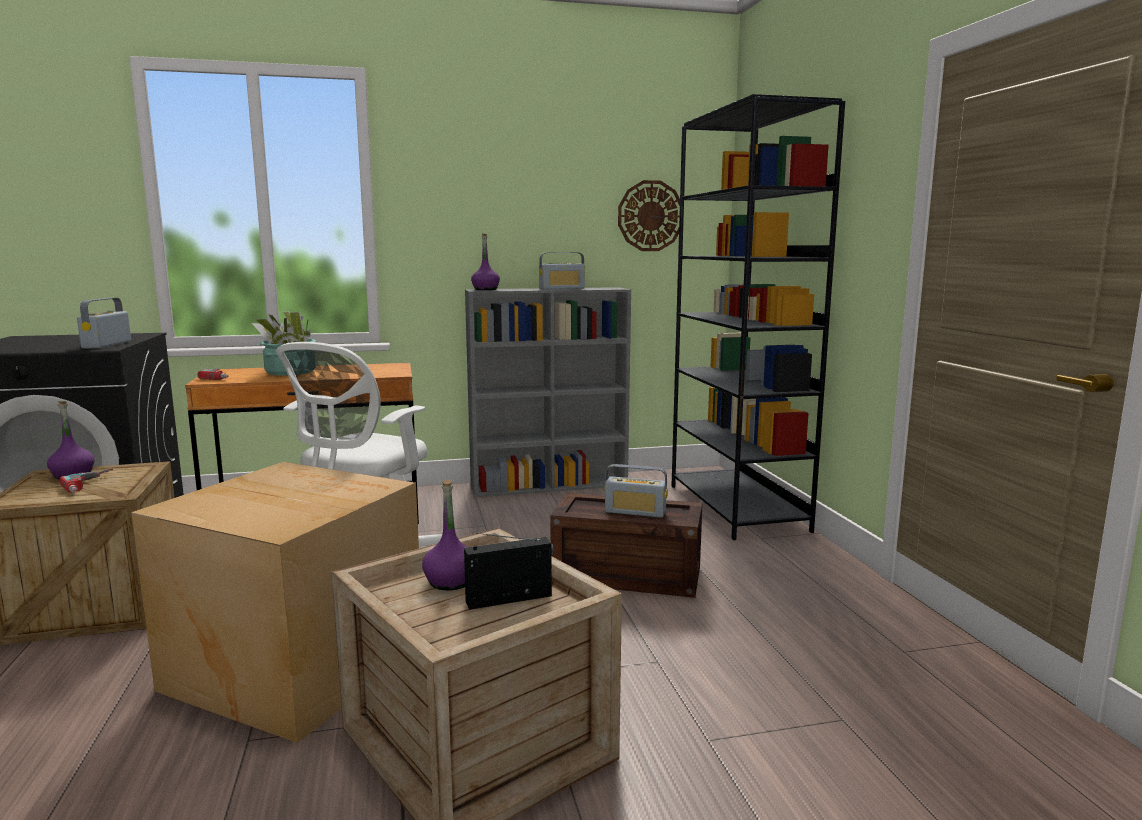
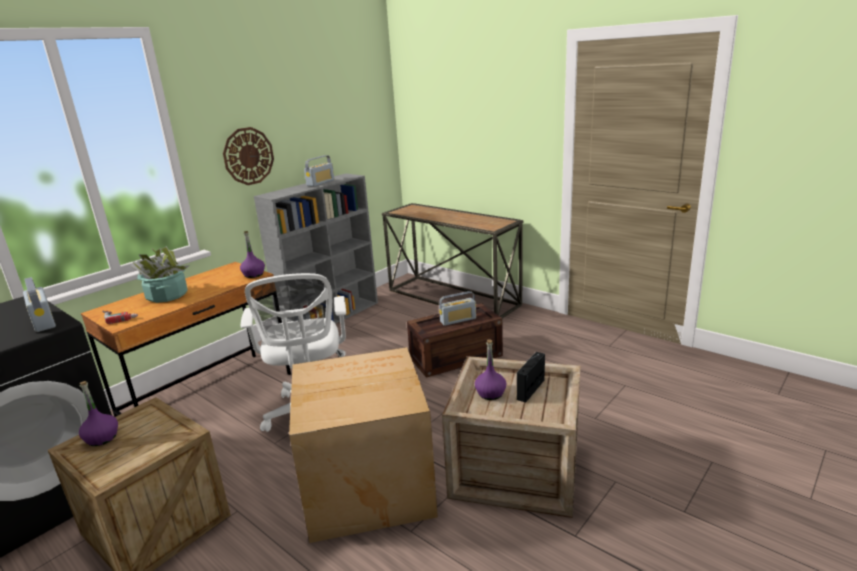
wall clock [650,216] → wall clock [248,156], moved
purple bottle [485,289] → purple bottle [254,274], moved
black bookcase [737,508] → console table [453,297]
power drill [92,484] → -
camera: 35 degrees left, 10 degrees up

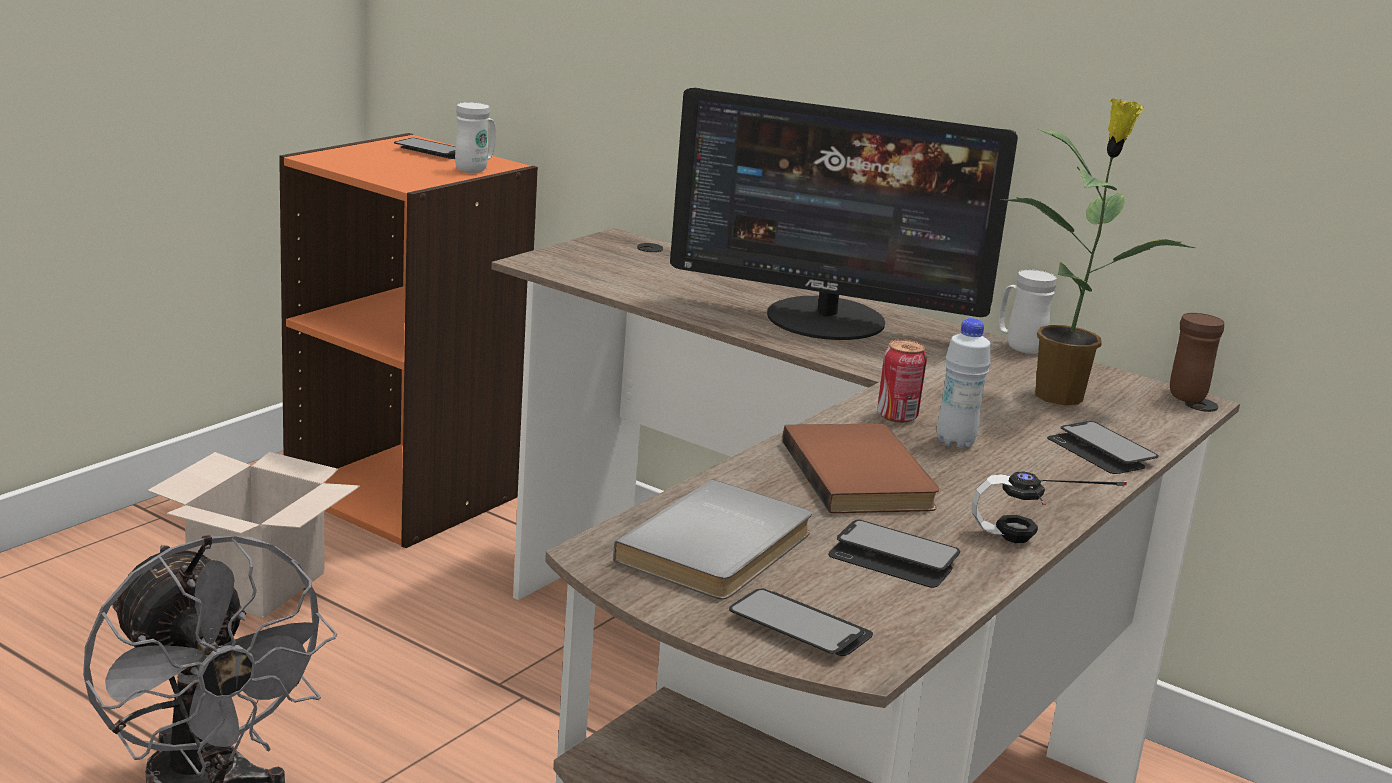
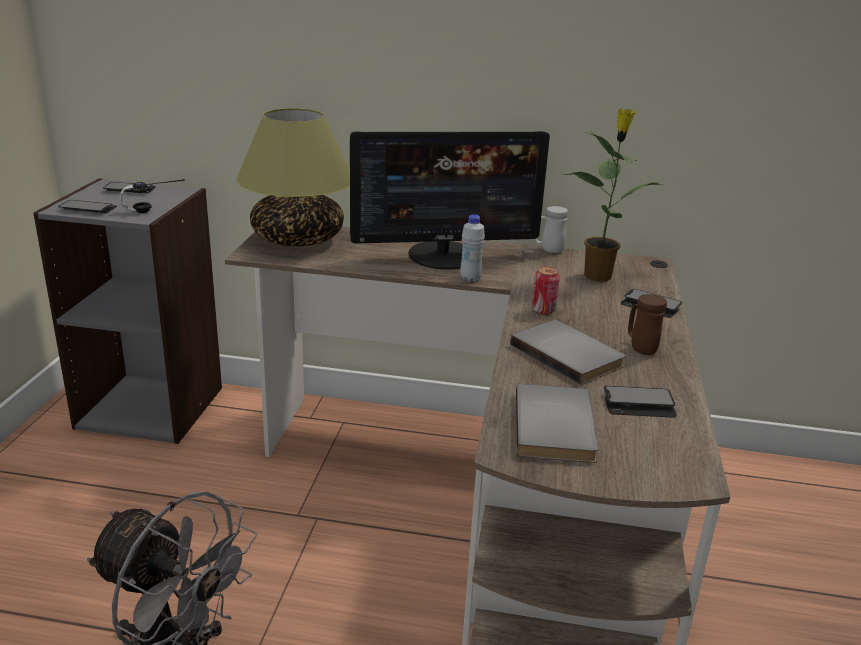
orange bookcase [407,493] → grey bookcase [151,406]
phone [800,627] → phone [88,208], moved
headphones [1042,547] → headphones [154,212], moved
- → table lamp [297,238]
white bottle [955,442] → white bottle [470,279], moved
brown book [863,475] → grey book [569,354]
brown mug [1184,394] → brown mug [640,347], moved
cardboard box [257,583] → -
white mug [475,169] → -
camera: 25 degrees left, 5 degrees up

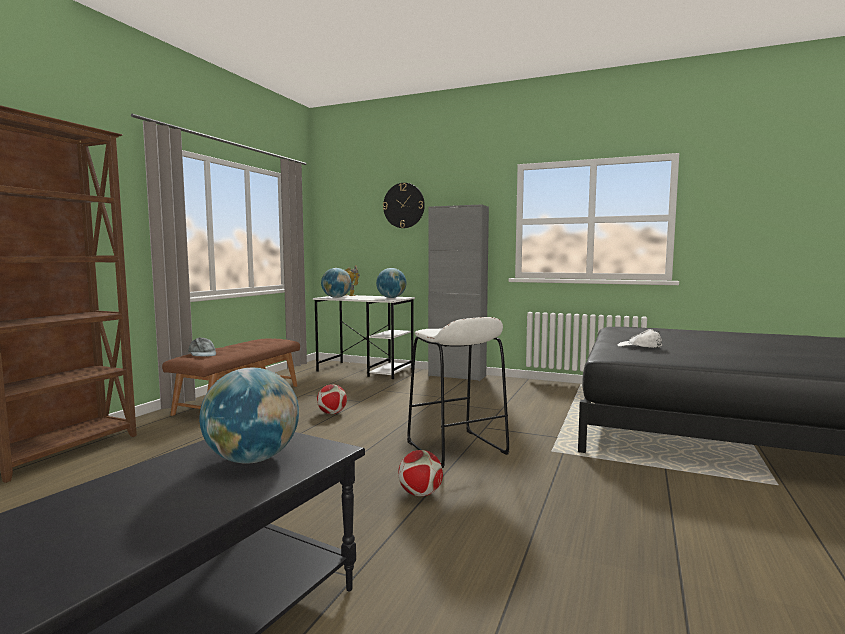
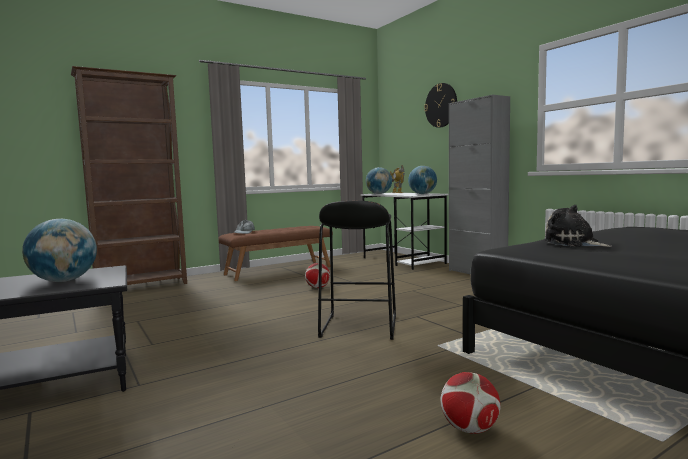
white stool [456,448] → black stool [359,327]
football [420,494] → football [470,429], moved
white cap [639,346] → plush toy [573,243]
camera: 35 degrees right, 0 degrees up

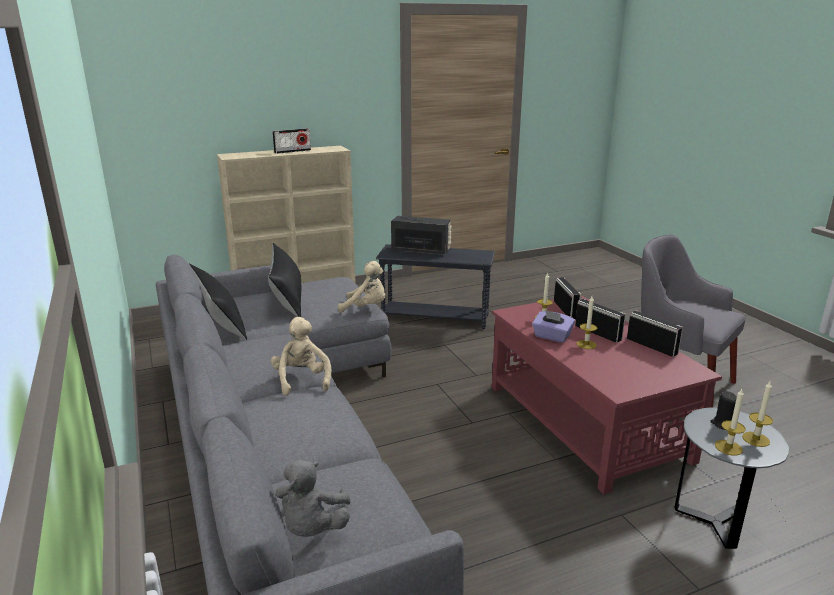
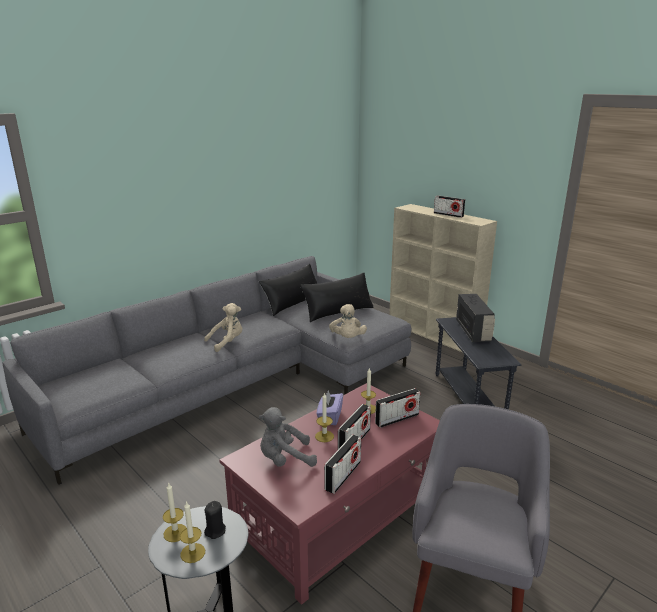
grey plush toy [313,528] → grey plush toy [285,459], moved
camera: 70 degrees right, 0 degrees up

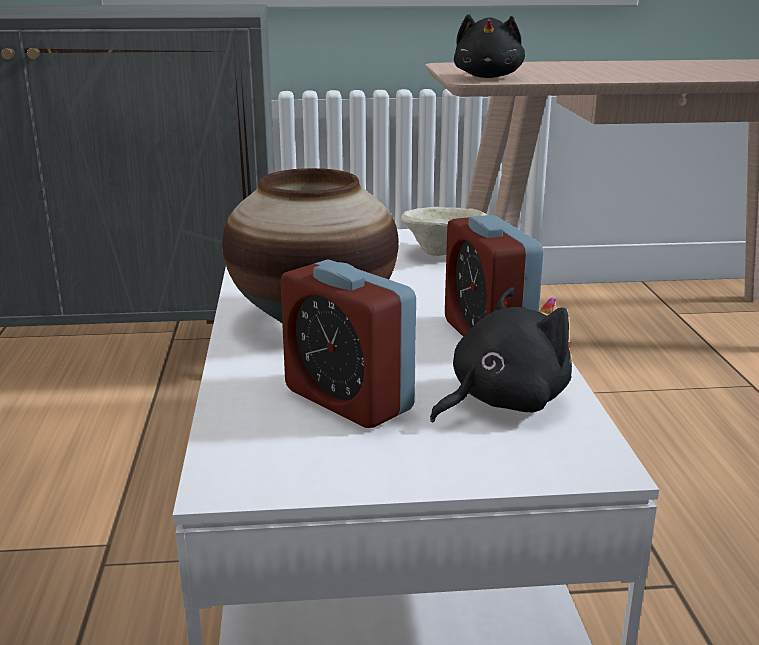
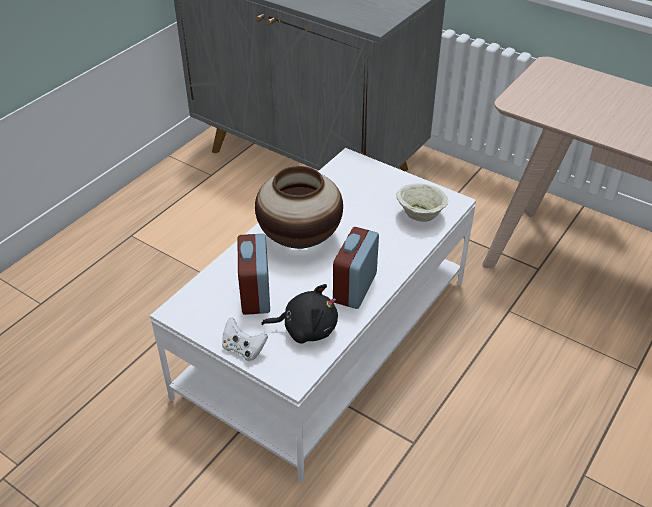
- → white game controller [243,349]
black plush toy [488,77] → -
camera: 40 degrees right, 20 degrees up

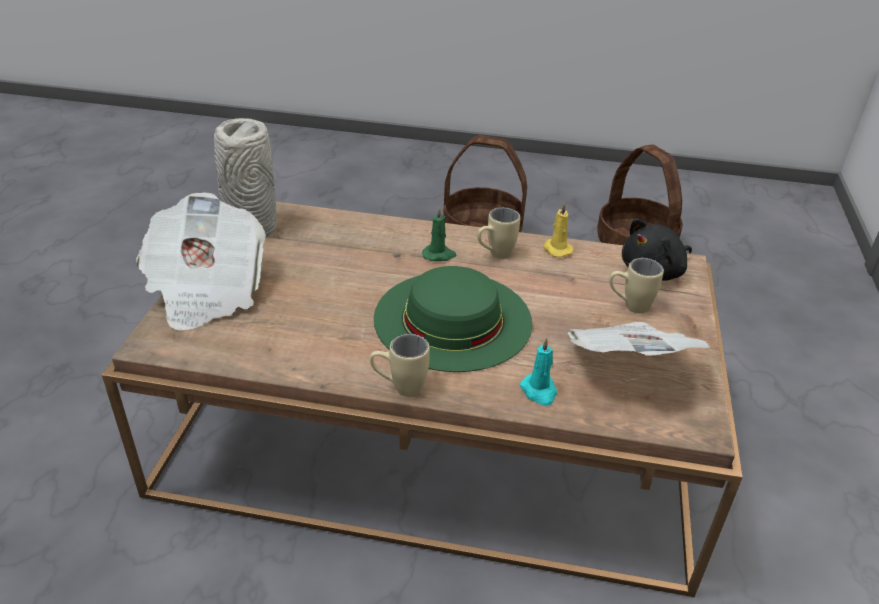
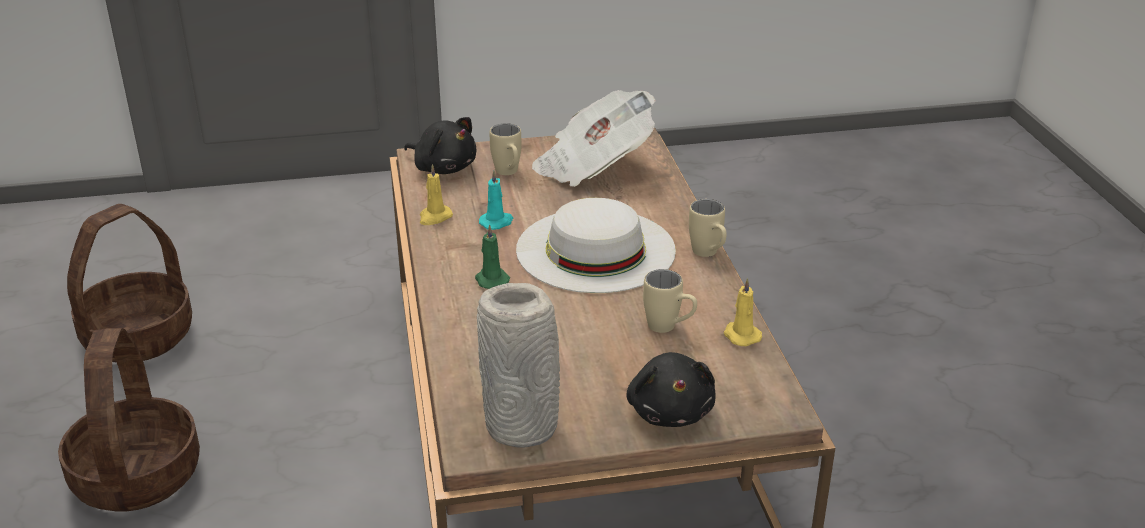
turquoise candle [539,391] → turquoise candle [497,222], moved
green hat [452,319] → white hat [595,249]
newspaper [206,290] → black plush toy [670,411]
beige mug [494,255] → beige mug [669,328], moved
- → yellow candle [740,335]
camera: 110 degrees left, 5 degrees down

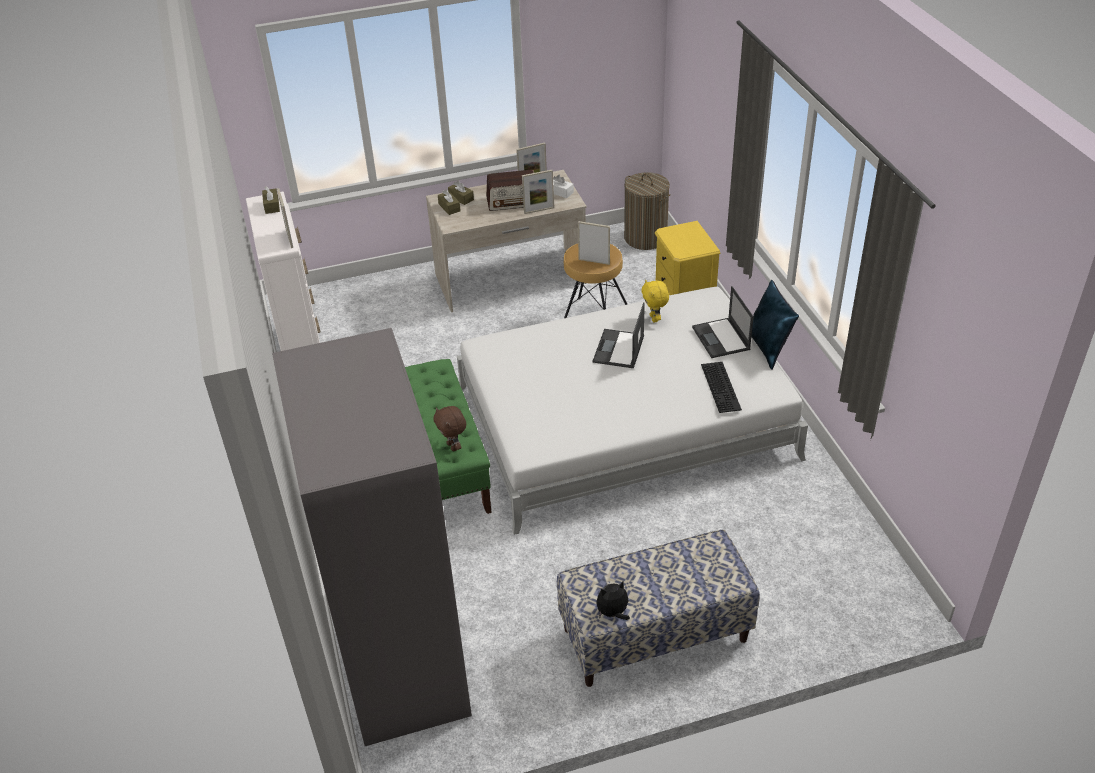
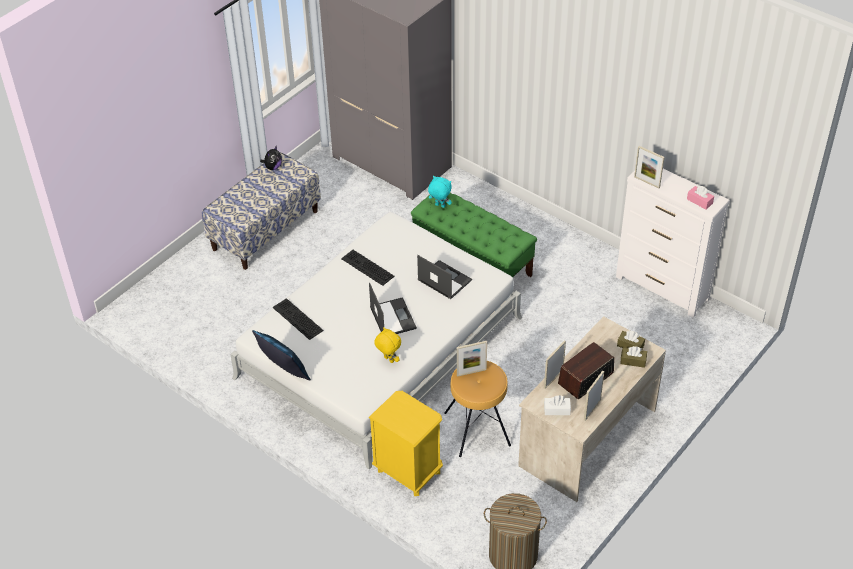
- → keyboard [366,268]
laptop [721,339] → laptop [444,280], moved
brown plush toy [453,446] → turquoise plush toy [439,206]
brown tissue box [272,206] → pink tissue box [699,201]
camera: 145 degrees right, 5 degrees up

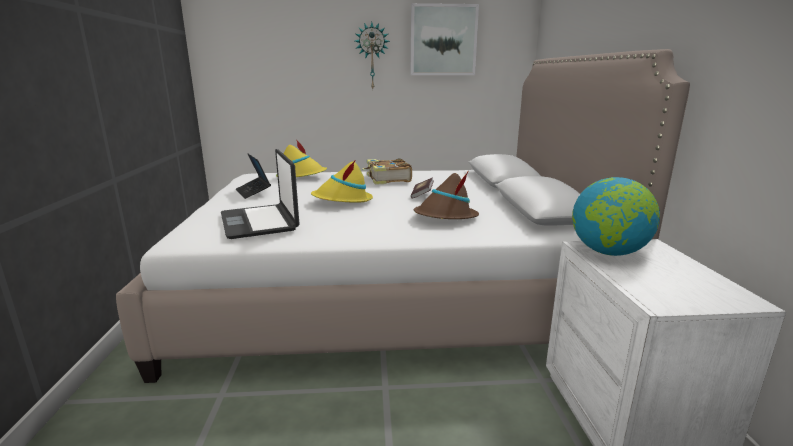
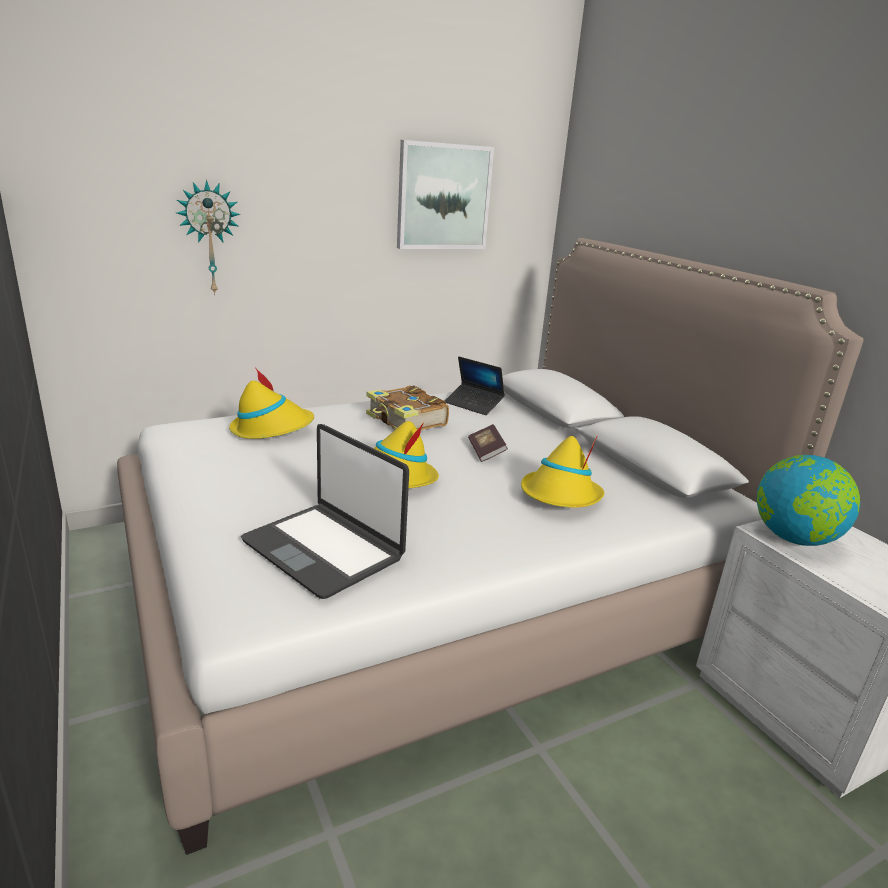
wall clock [372,56] → wall clock [209,238], moved
laptop [253,192] → laptop [473,404], moved
brown hat [445,217] → yellow hat [560,496]
camera: 25 degrees left, 5 degrees up

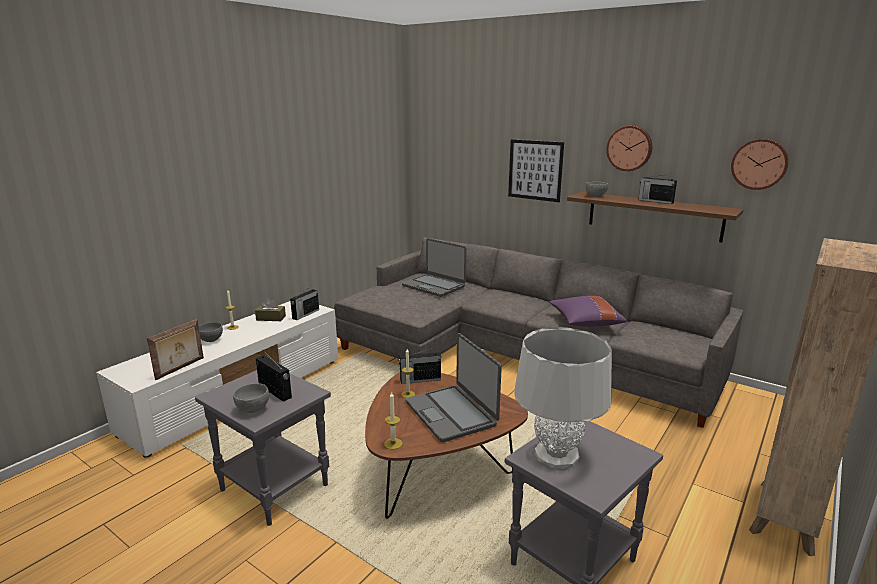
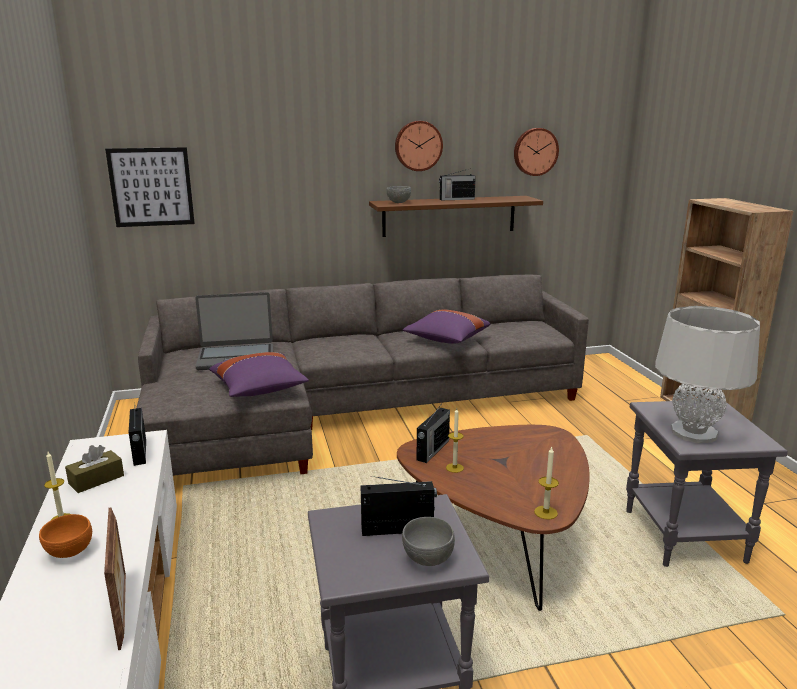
grey bowl [211,340] → orange bowl [70,551]
picture [535,170] → picture [151,187], moved
- → purple pillow [259,389]
laptop [451,413] → -
camera: 50 degrees left, 0 degrees up

